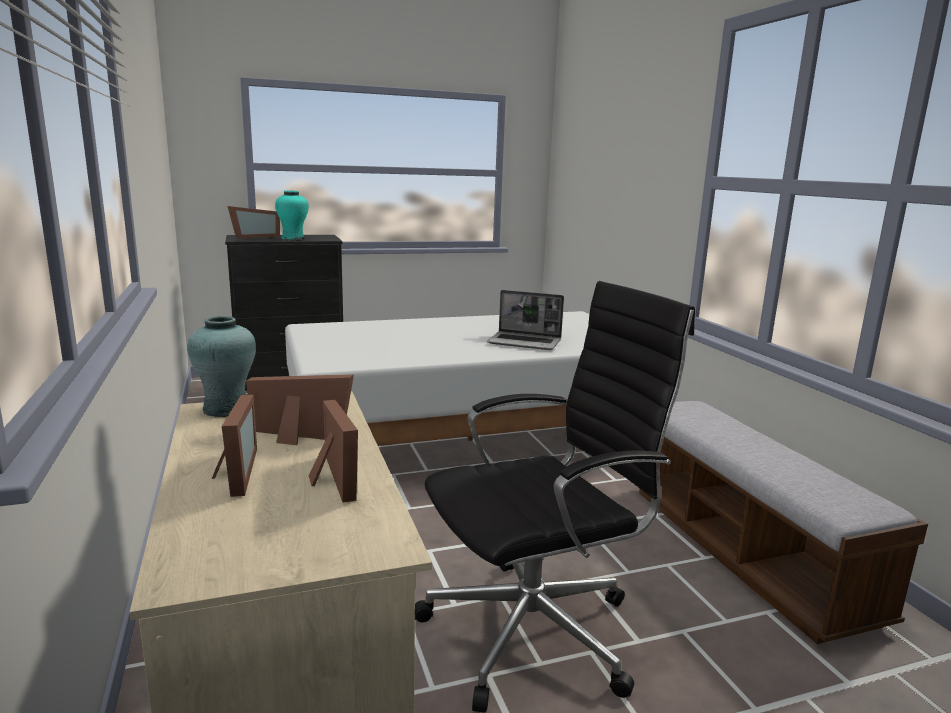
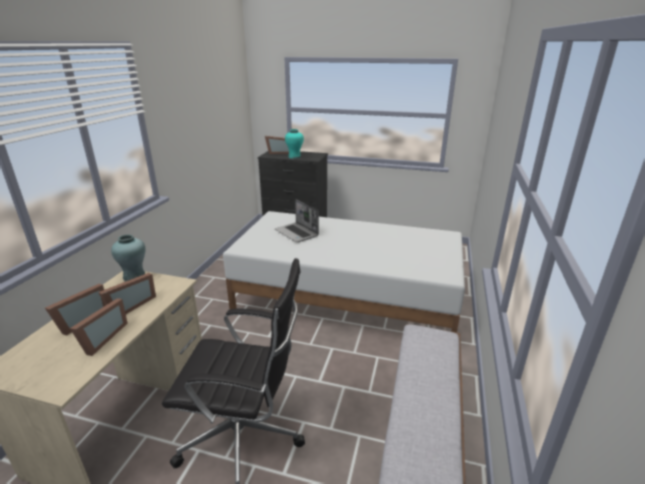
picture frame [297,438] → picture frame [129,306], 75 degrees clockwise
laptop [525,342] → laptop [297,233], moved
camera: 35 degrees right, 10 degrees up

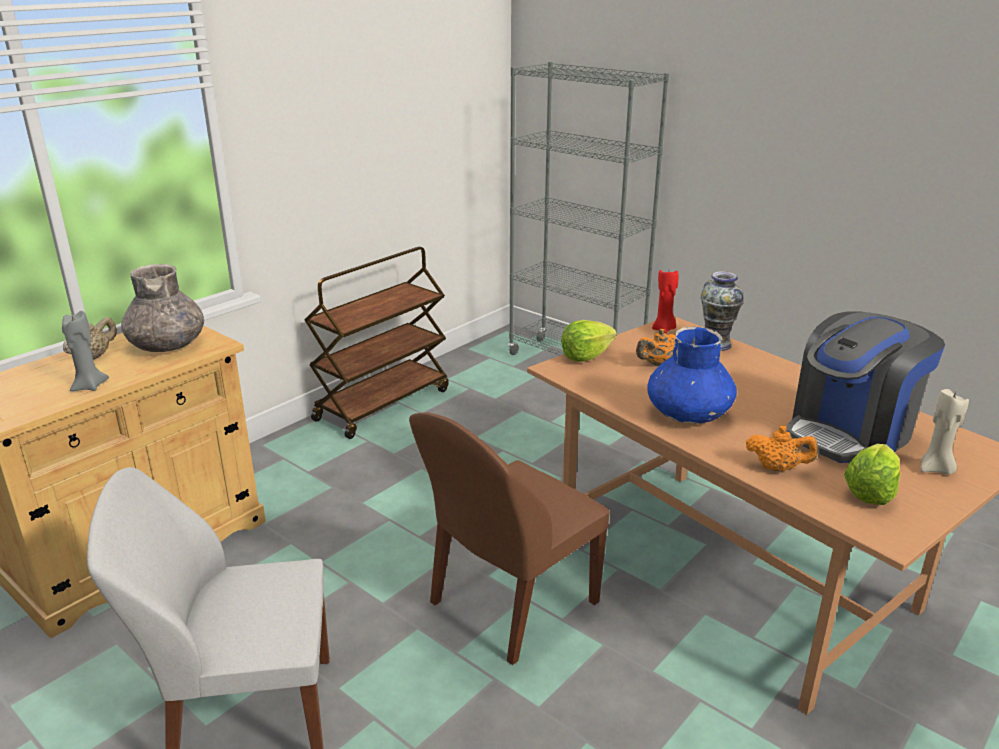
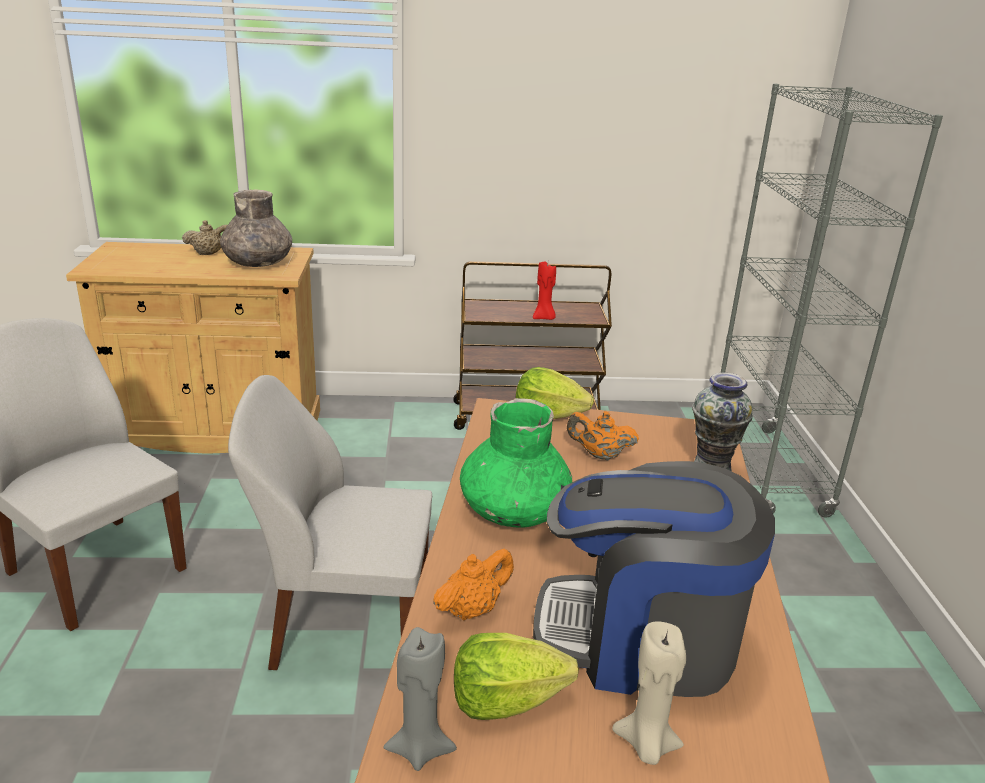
brown chair [510,605] → white chair [346,626]
grey candle [89,386] → grey candle [419,749], moved
orange teapot [777,468] → orange teapot [472,609], 105 degrees counterclockwise
blue vase [688,414] → green vase [514,511]
red candle [664,329] → red candle [544,318], moved
camera: 45 degrees right, 0 degrees up

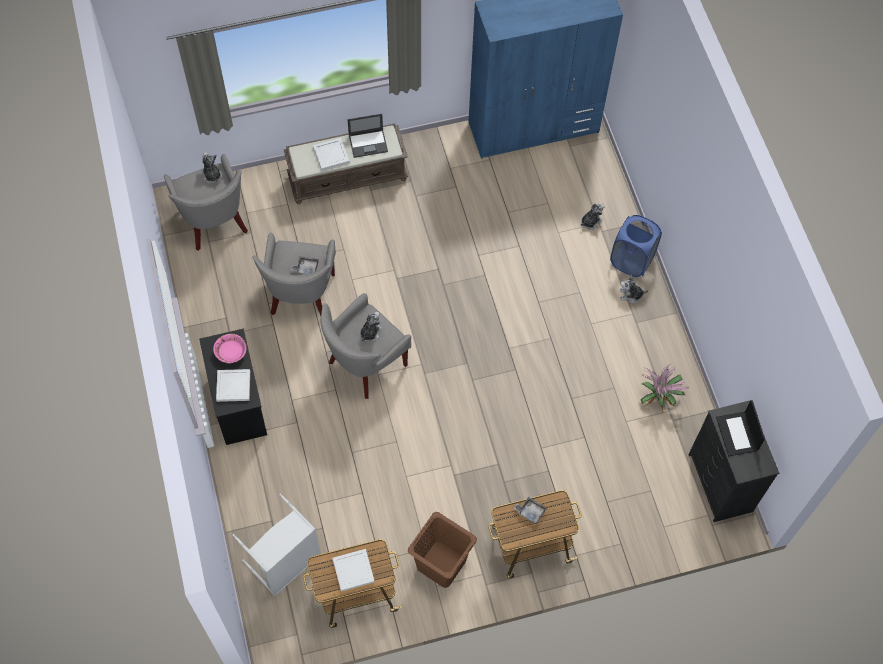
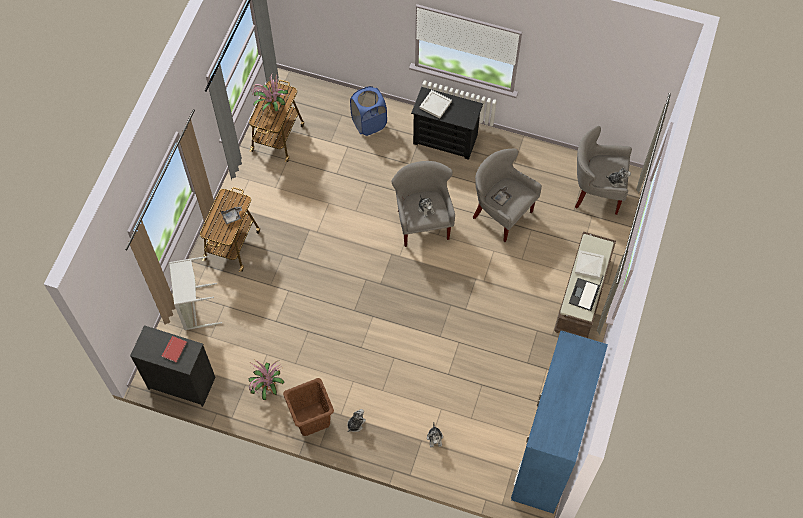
laptop [737,434] → red book [173,349]
grey laundry basket [287,563] → grey laundry basket [194,307], moved
white tray [353,571] → potted plant [271,107]
brown laundry basket [441,564] → brown laundry basket [311,418], moved
blue laundry basket [631,260] → blue laundry basket [369,123], moved
pink bowl [231,352] → -
camera: 125 degrees right, 0 degrees up

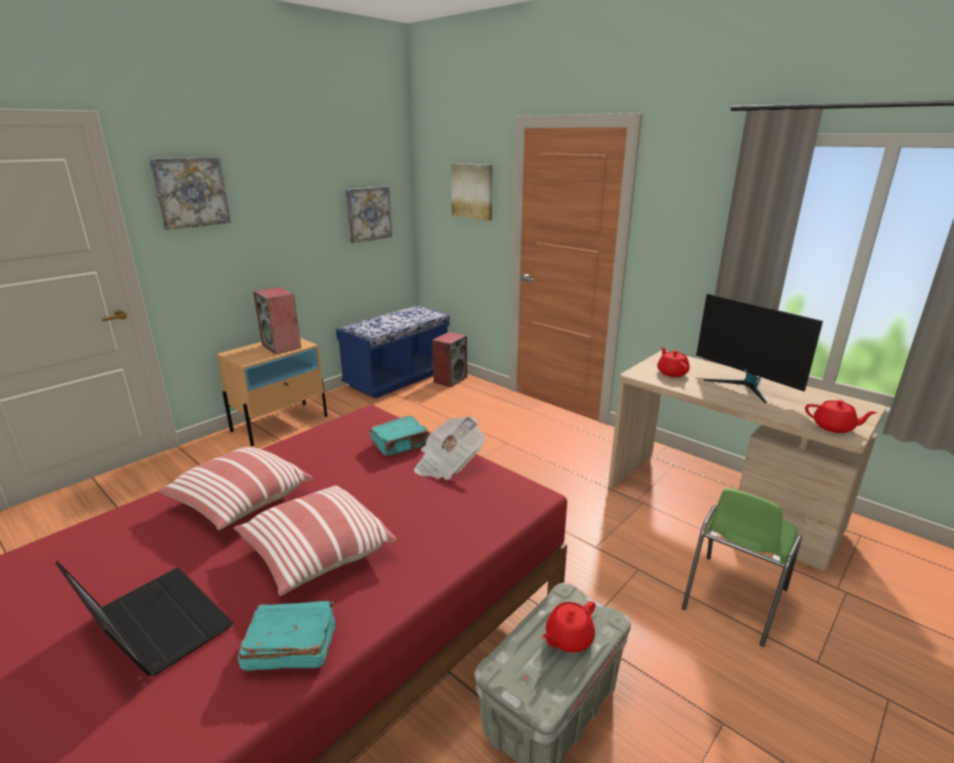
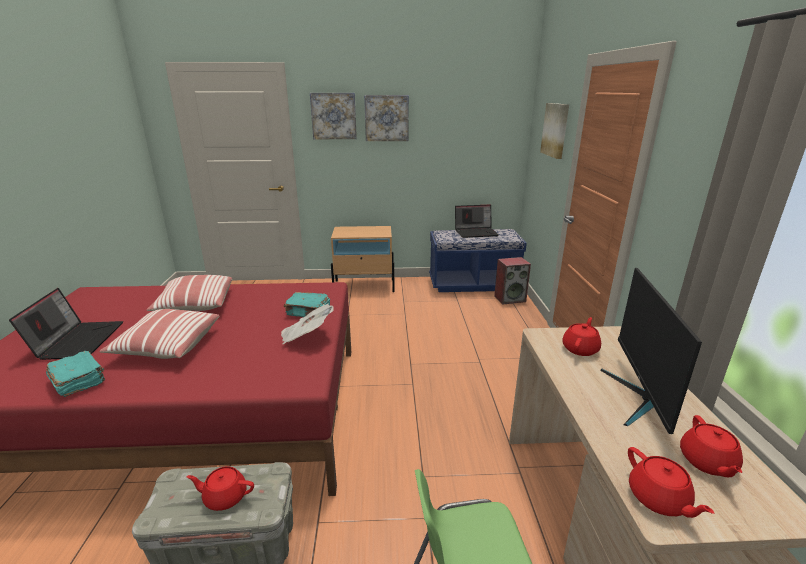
picture [368,214] → picture [386,118], moved
- → laptop [476,232]
- → red teapot [707,462]
speaker [282,346] → -
camera: 45 degrees right, 0 degrees up

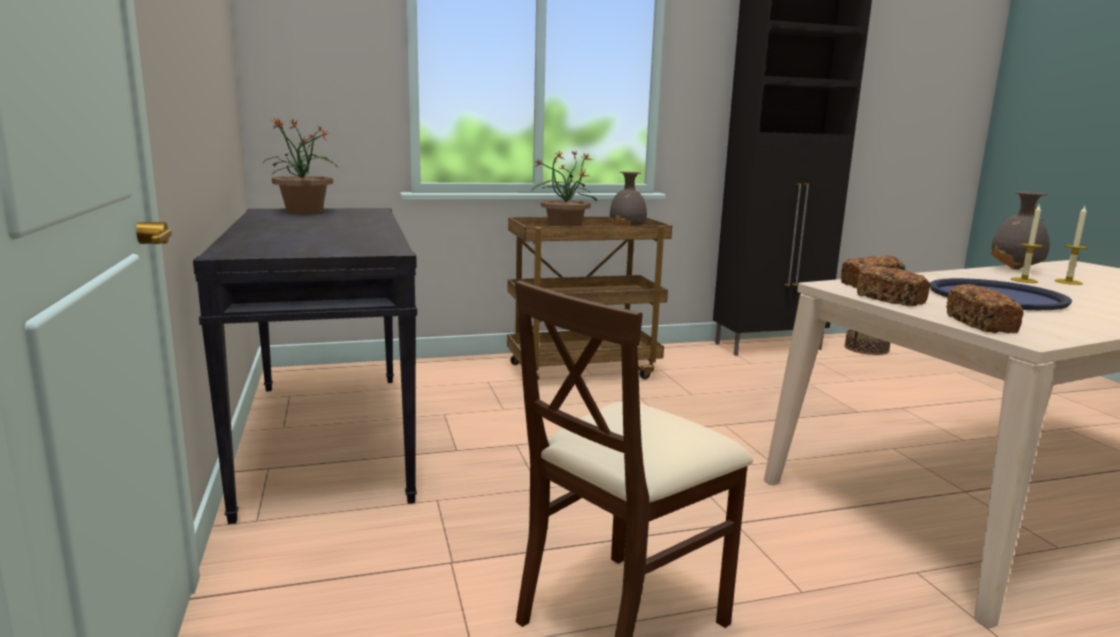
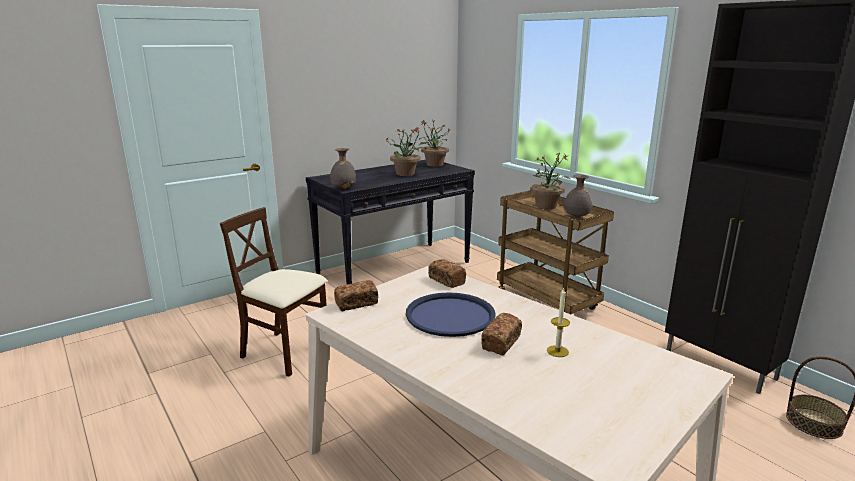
grey vase [1015,269] → grey vase [343,188], moved
- → potted plant [406,174]
bread [890,300] → bread [501,343], moved
candle [1024,280] → -
camera: 70 degrees right, 5 degrees up

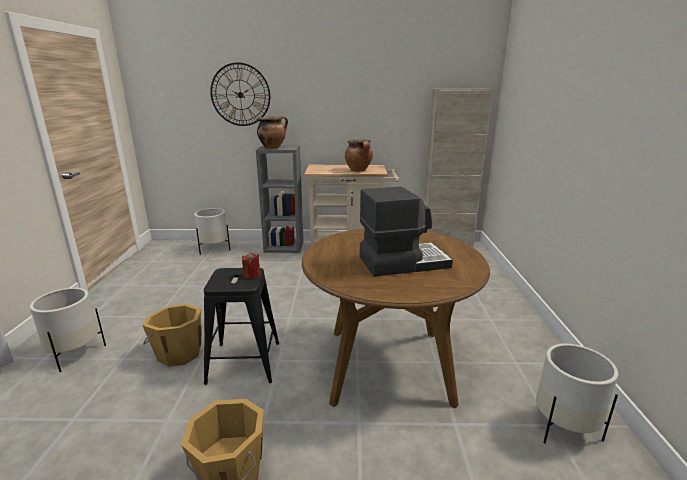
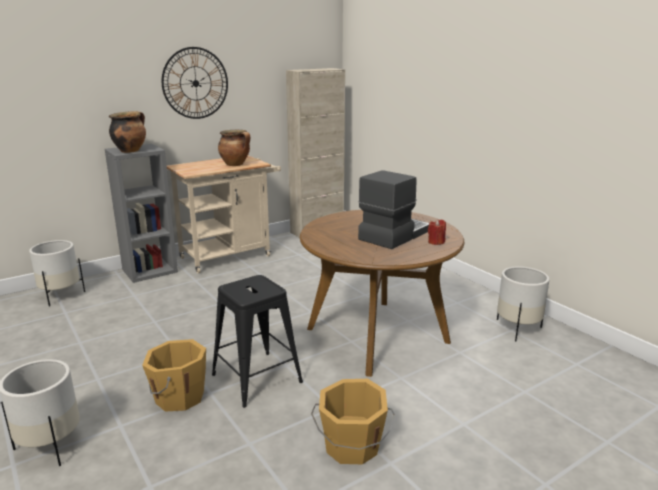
wall clock [240,95] → wall clock [195,83], moved
red candle [252,275] → red candle [436,242], moved
camera: 35 degrees left, 0 degrees up

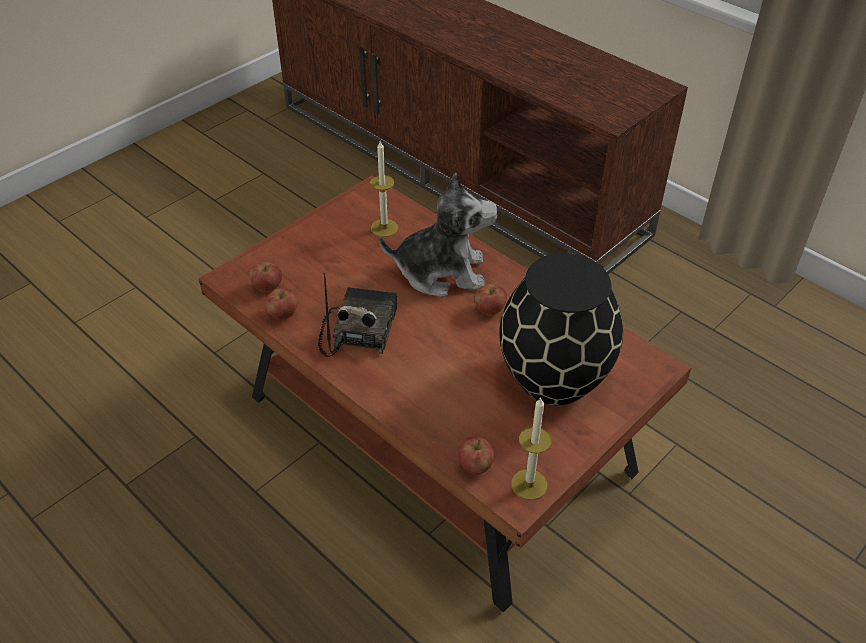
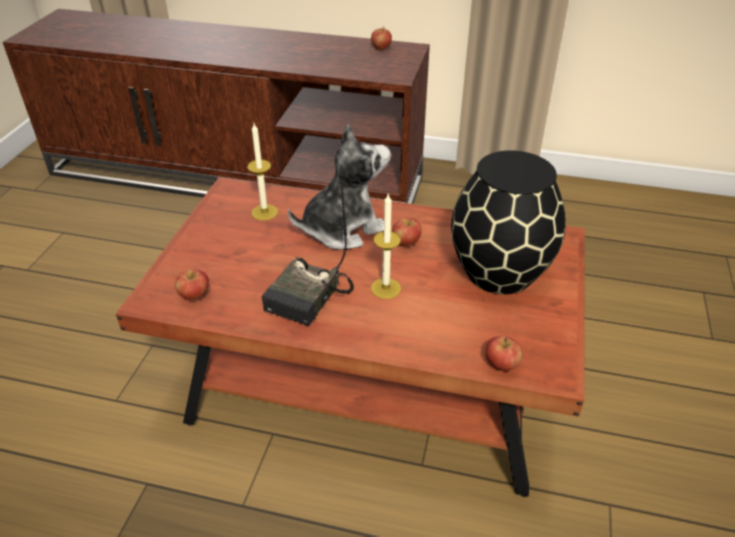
radio [358,329] → radio [310,298], 135 degrees counterclockwise
apple [283,314] → apple [381,48], moved
candle [529,484] → candle [385,288], moved
camera: 30 degrees left, 5 degrees down

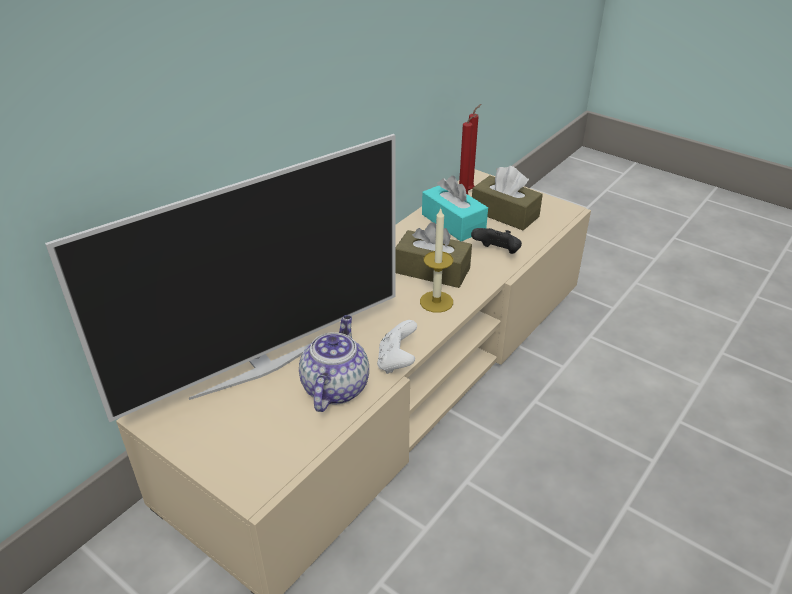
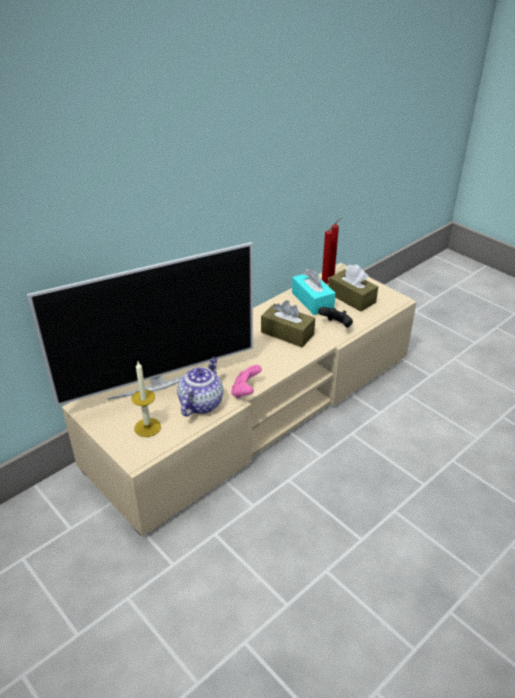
candle [436,302] → candle [147,427], moved
white game controller [397,361] → pink game controller [245,391]
camera: 10 degrees right, 0 degrees up

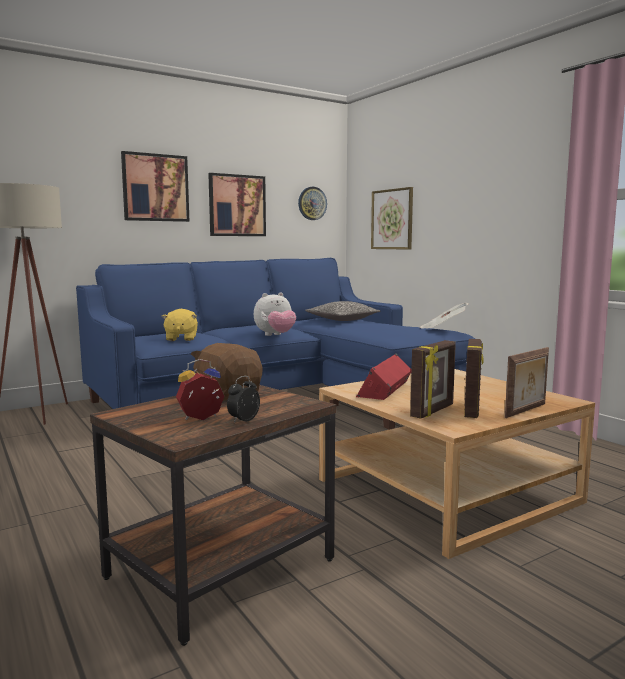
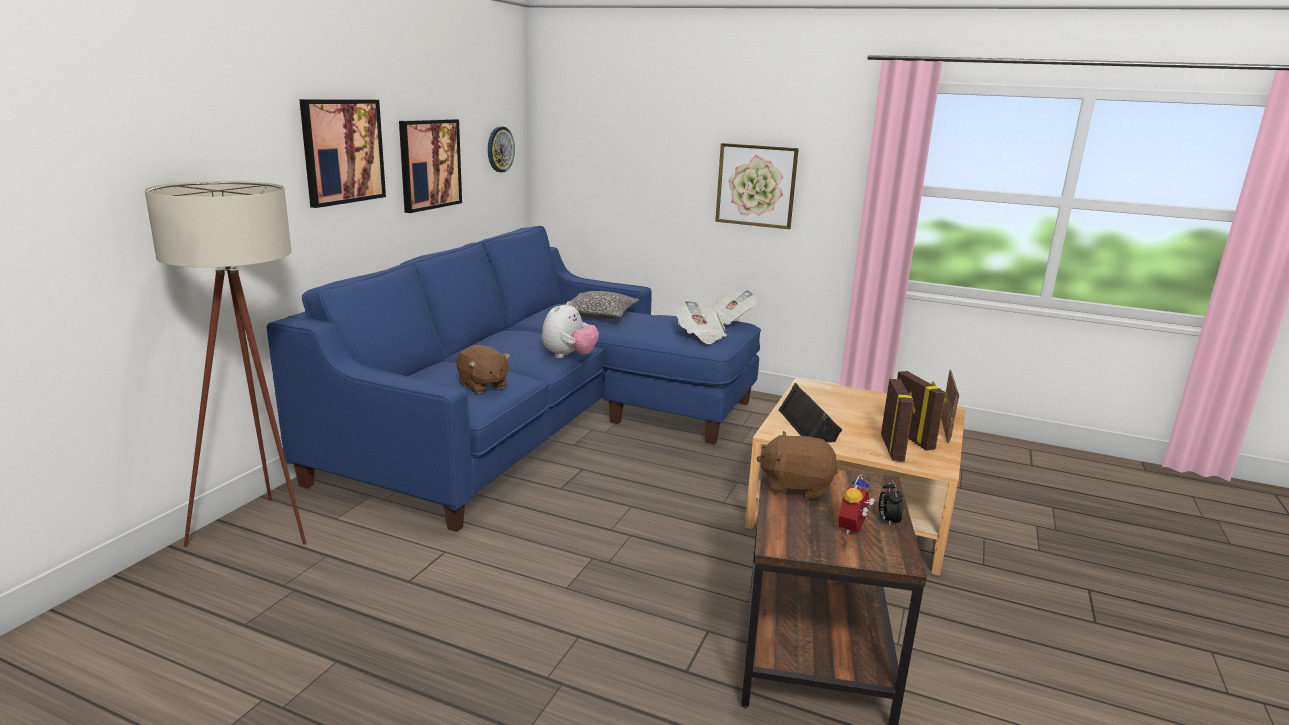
yellow plush toy [181,339] → brown plush toy [482,386]
- → newspaper [700,336]
picture [392,219] → picture [756,185], moved
red speaker [386,389] → black speaker [809,425]
camera: 35 degrees left, 10 degrees up

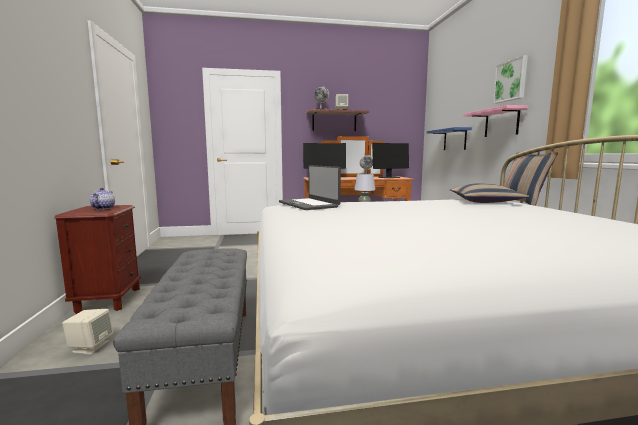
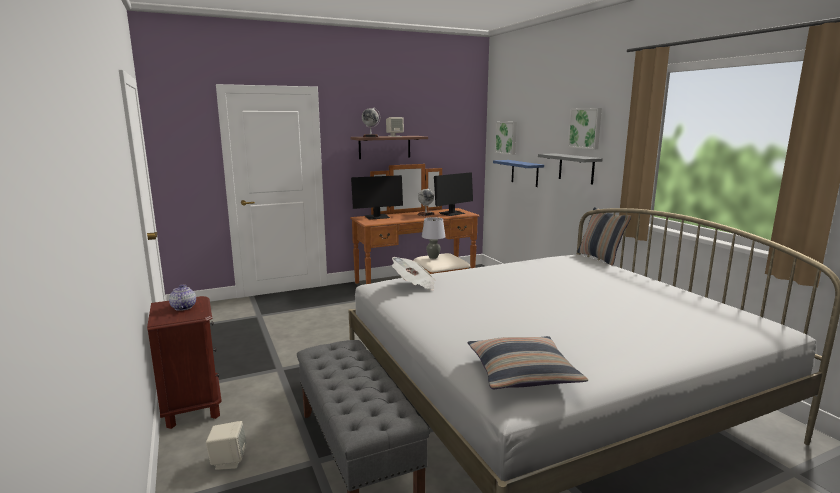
laptop [309,204] → newspaper [414,285]
pillow [485,202] → pillow [522,373], moved
- → picture [506,137]
pink shelf [501,123] → grey shelf [576,168]
camera: 15 degrees left, 5 degrees up

